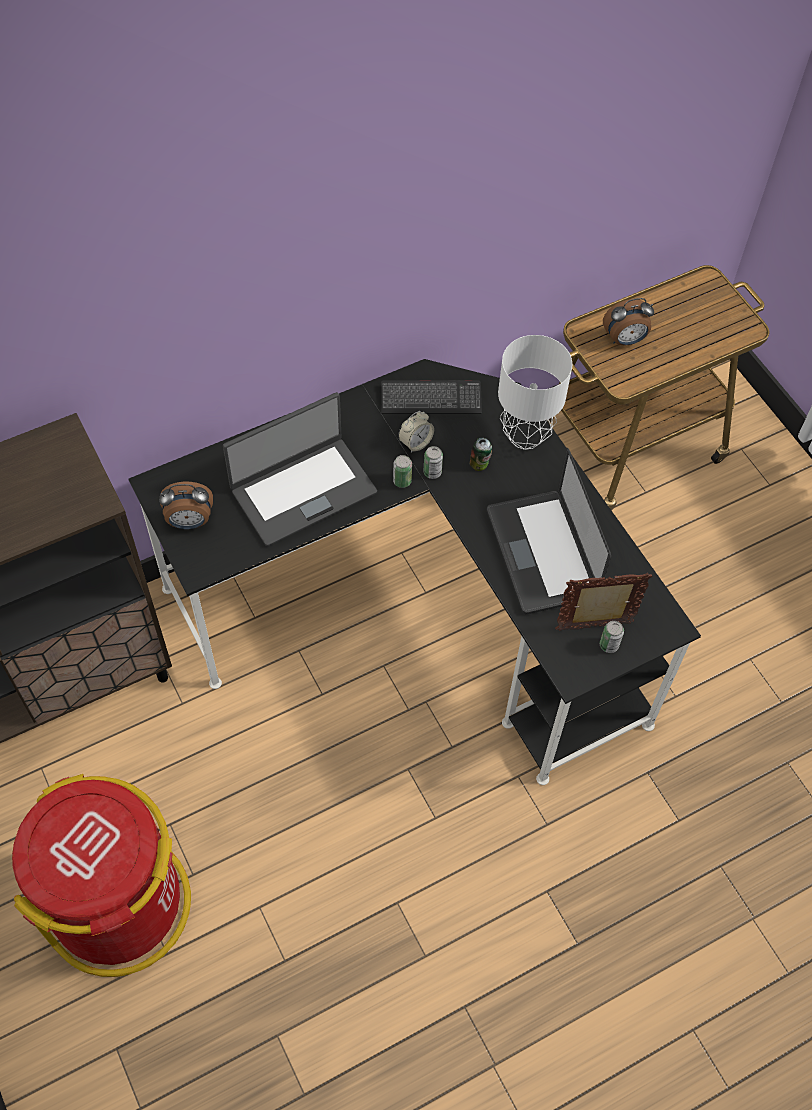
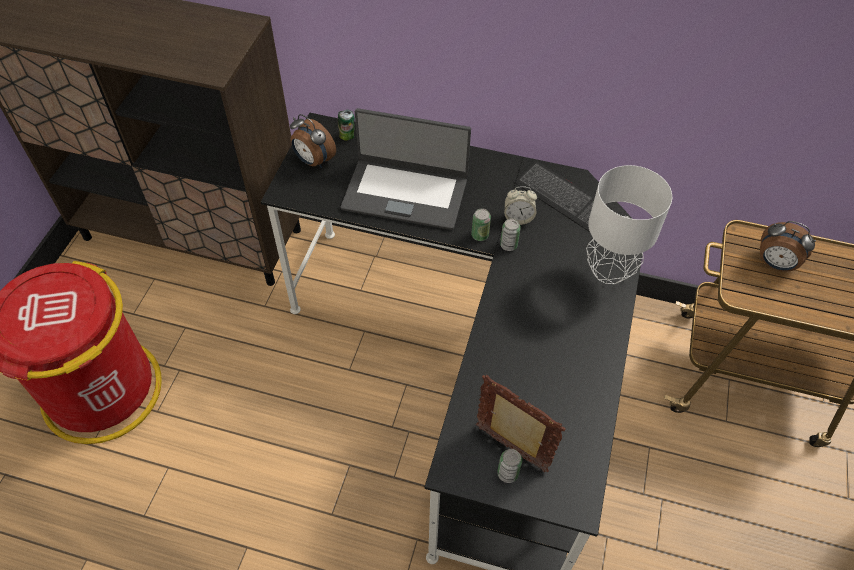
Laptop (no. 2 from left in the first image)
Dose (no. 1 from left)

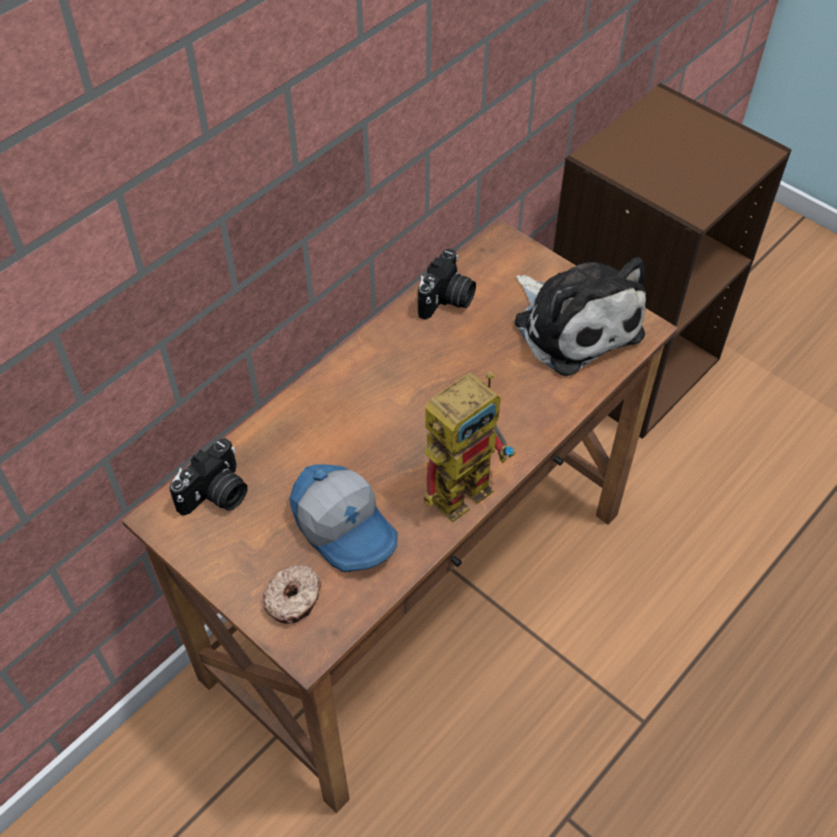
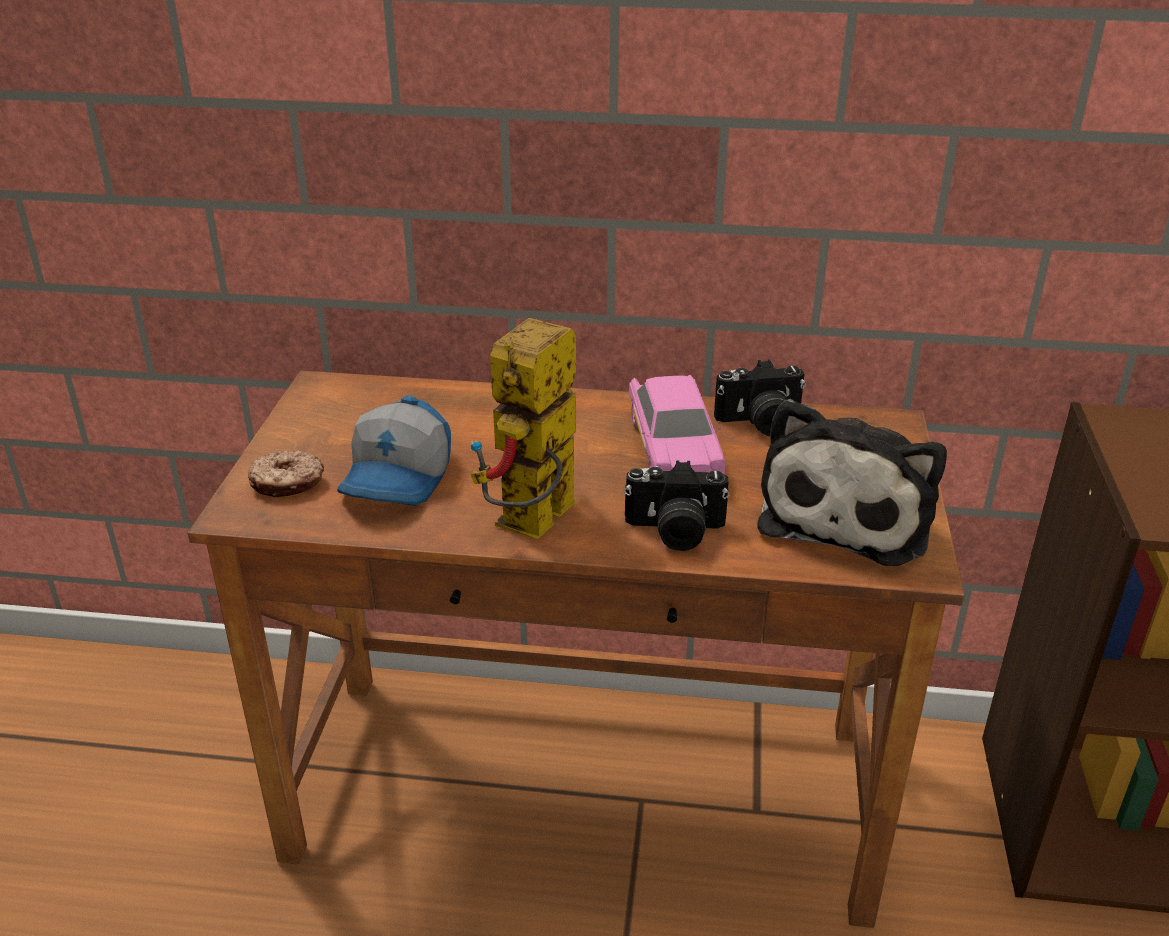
Spielzeugauto (rosa)
Kamera (no. 1 from left)
Spielzeugroboter

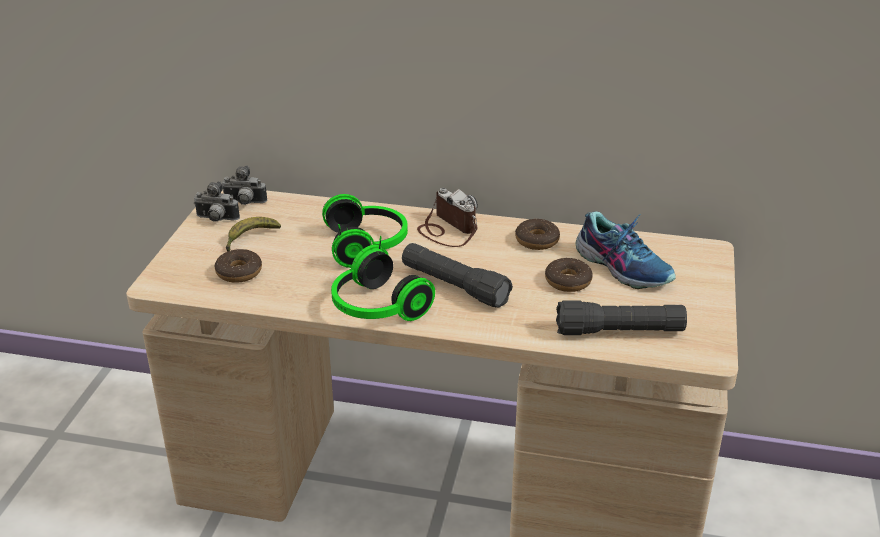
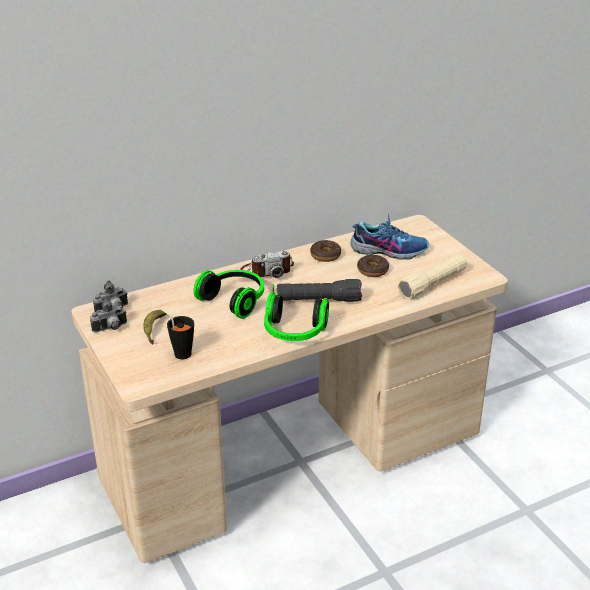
Tasse (schwarz)
Taschenlampe (beige)
Kamera (no. 3 from left)

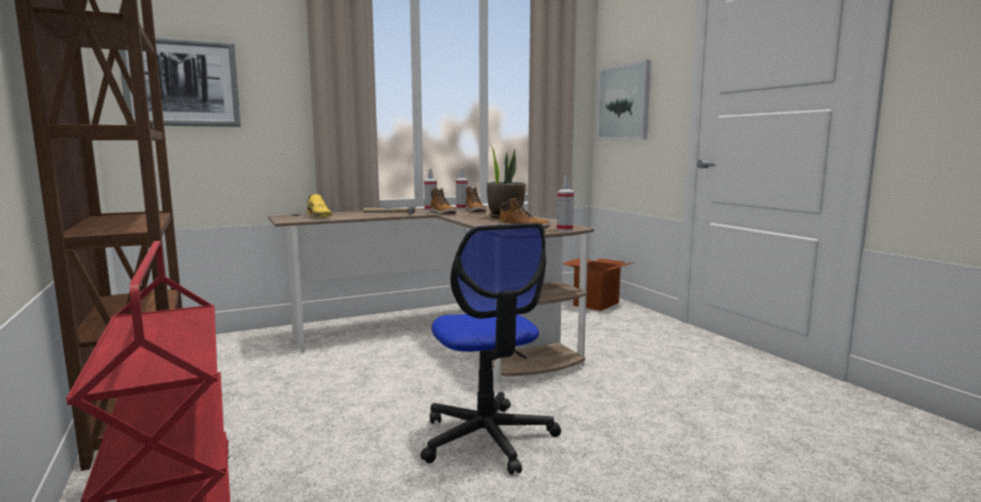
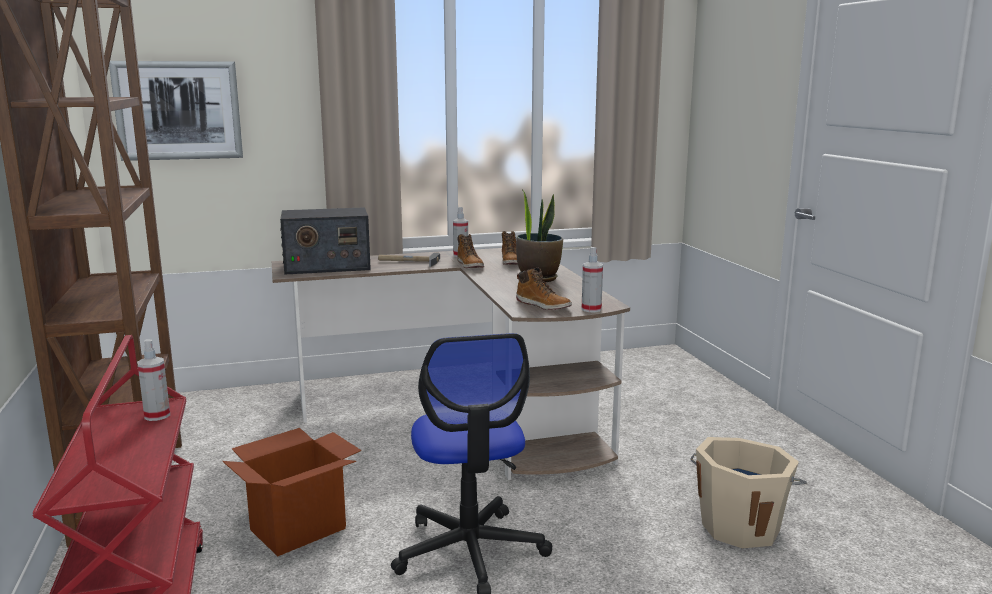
Bild (no. 2 from left in the first image)
Eimer (beige)
Sprühflasche (no. 1 from left)
Karton
Radio

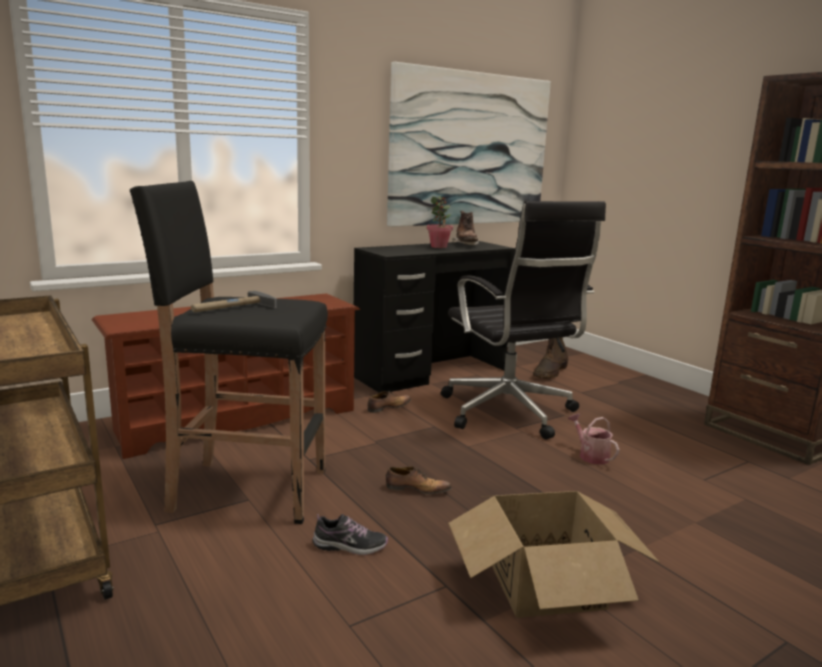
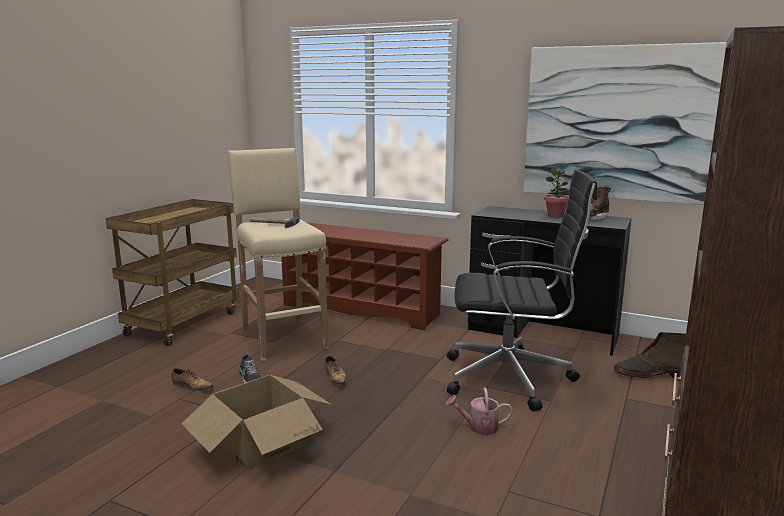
Schuh (no. 1 from left)
Hocker (beige)
Bürostuhl (schwarz)
Gießkanne

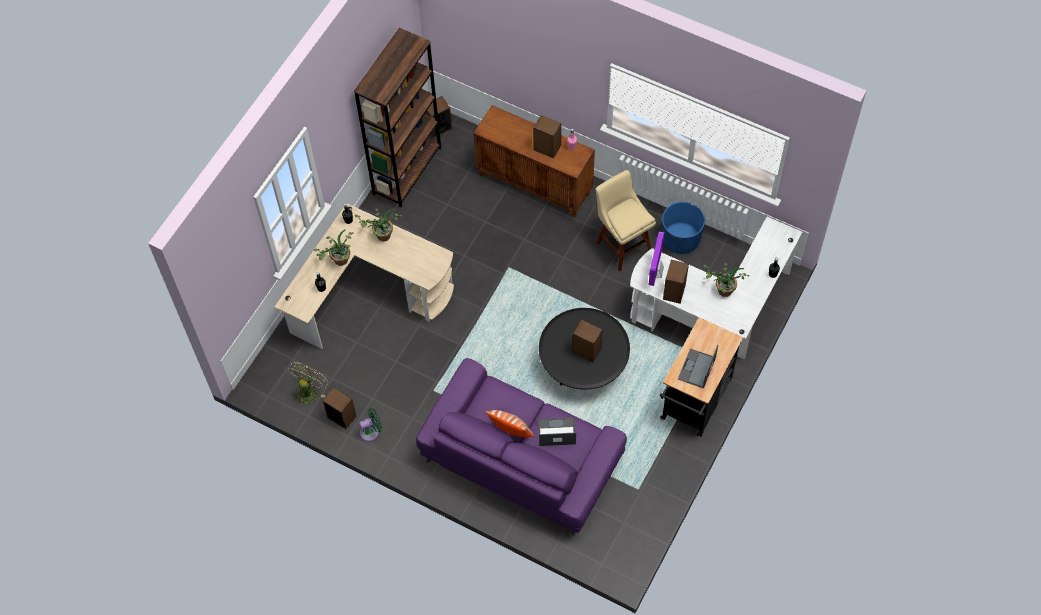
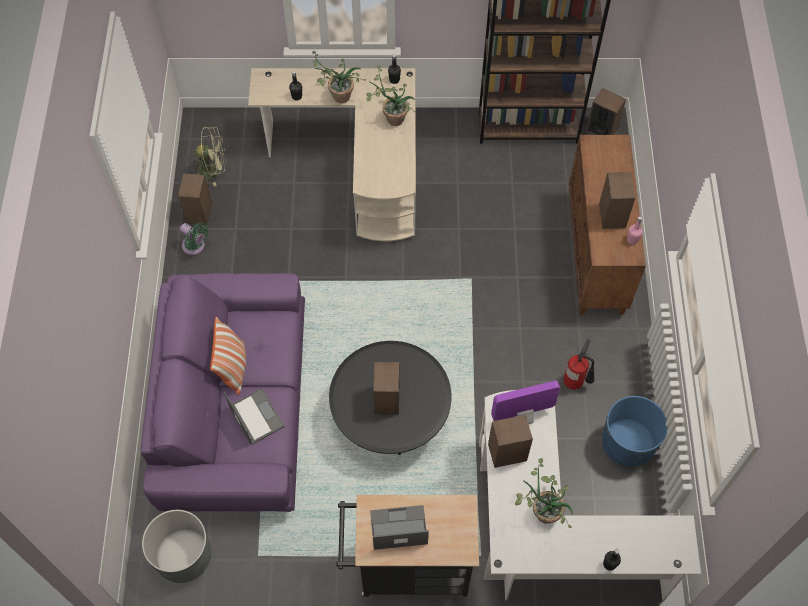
Pflanzkübel (grau)
Feuerlöscher

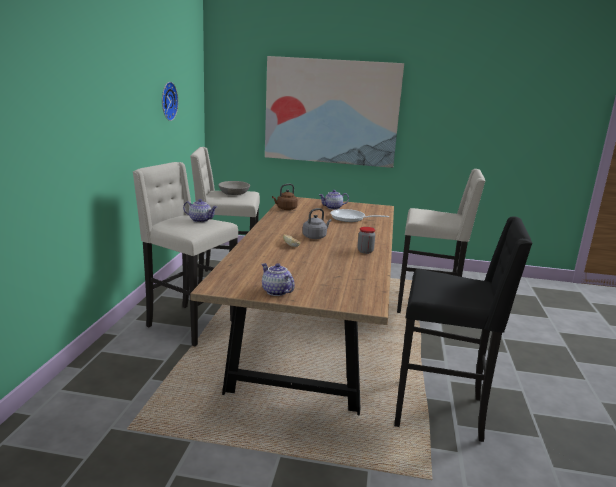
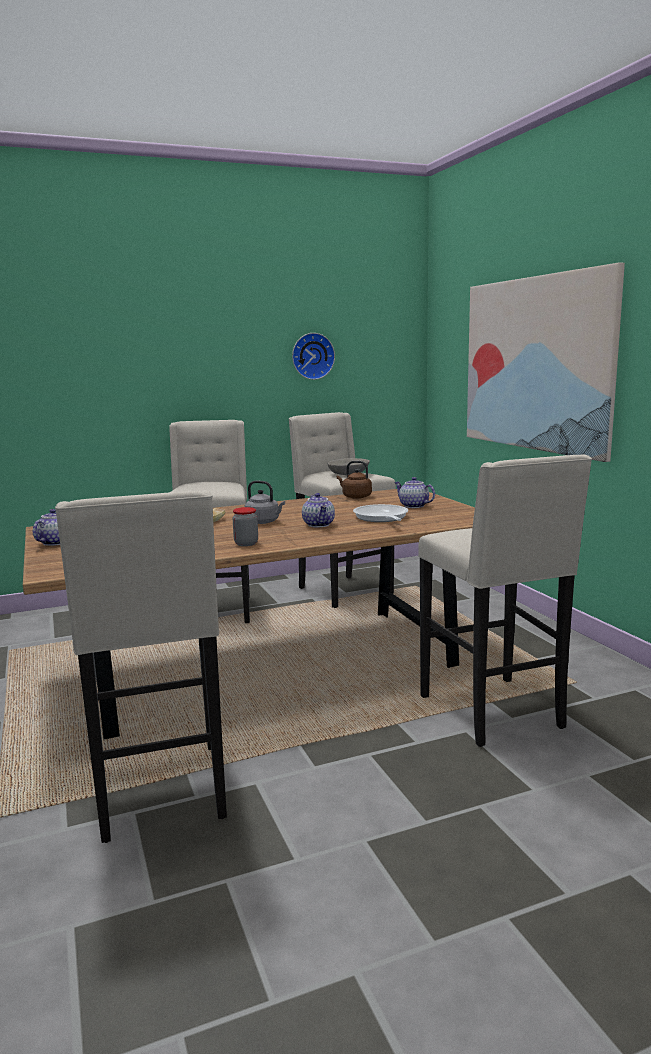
Teekanne (no. 2 from left)
Hocker (beige) (no. 1 from left)

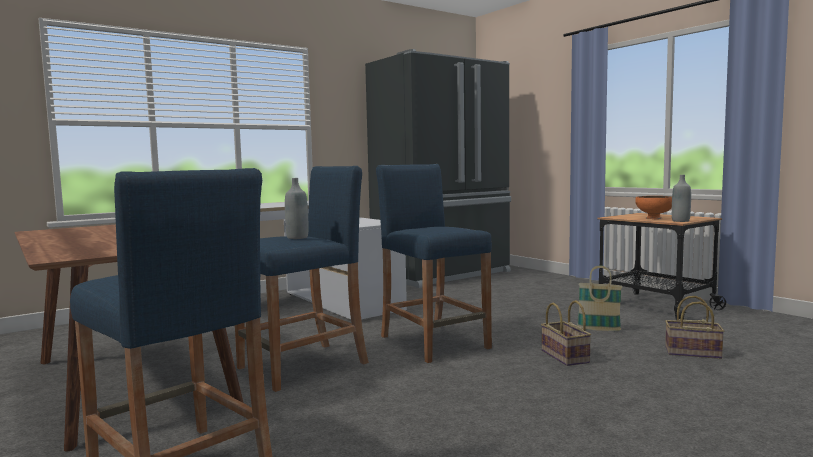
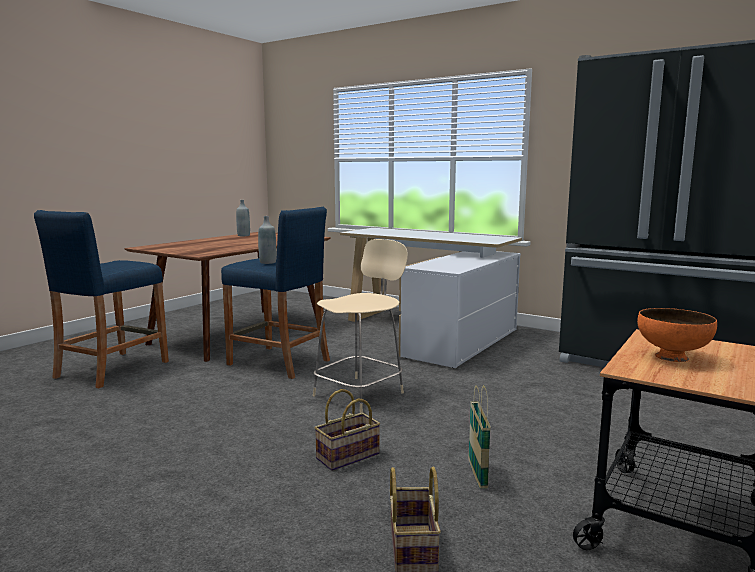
Flasche (grau) (no. 1 from left)
Stuhl (beige)

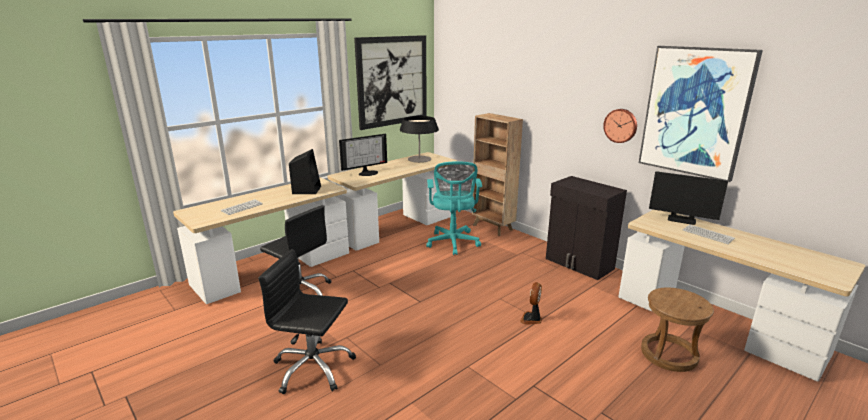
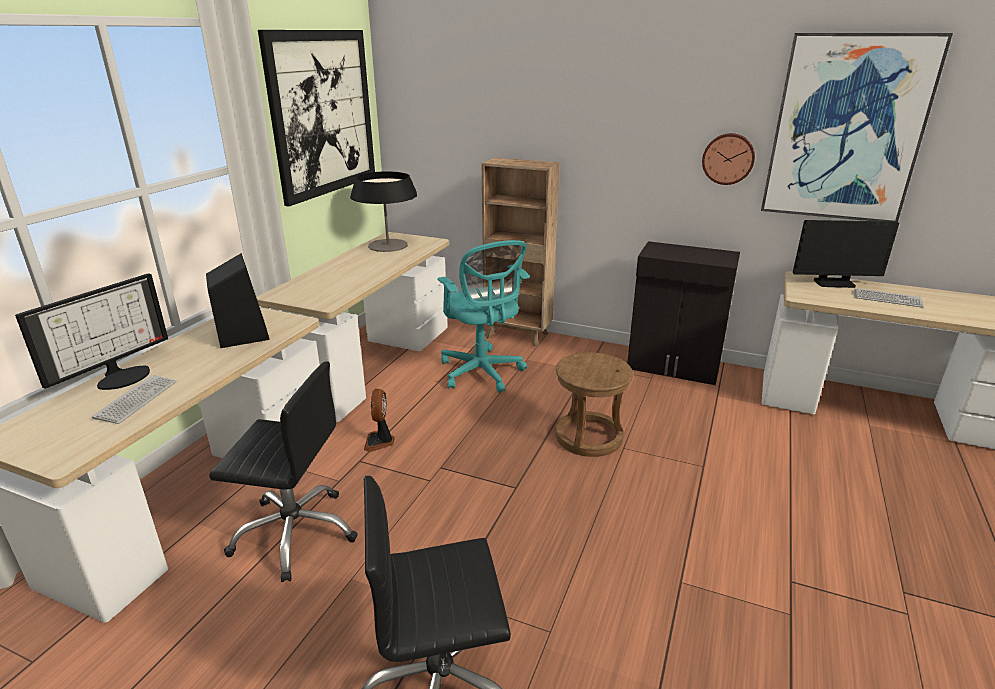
Monitor (no. 1 from left)
Ventilator
Hocker (braun)

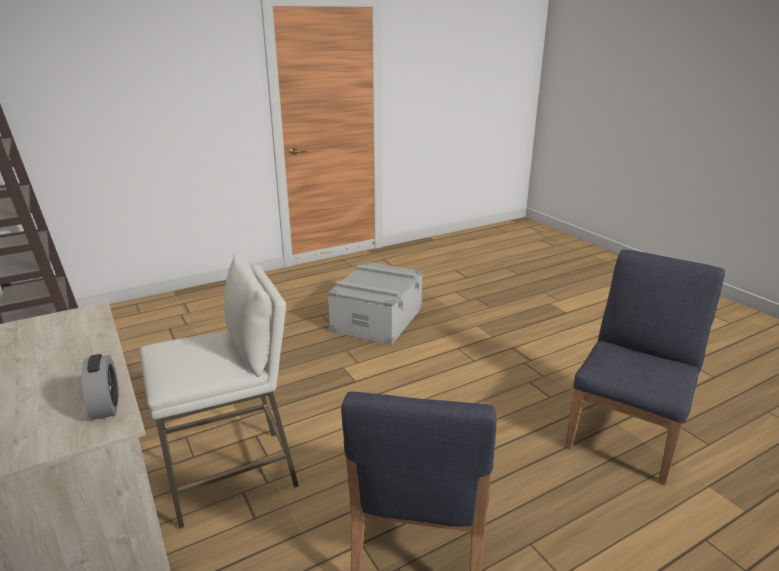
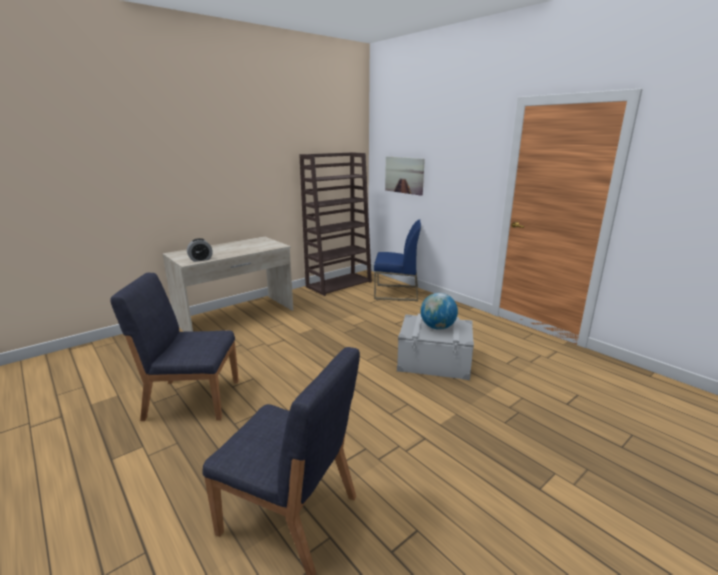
Hocker (weiß)
Stuhl (blau) (no. 3 from left)
Bild
Globus

